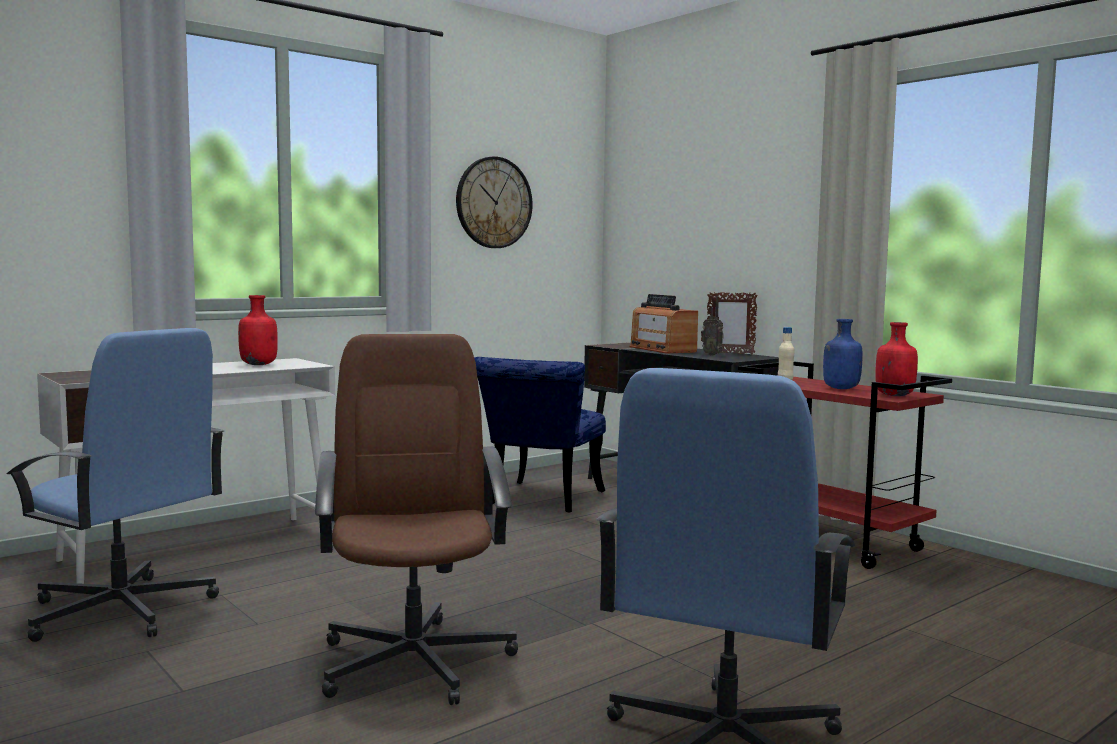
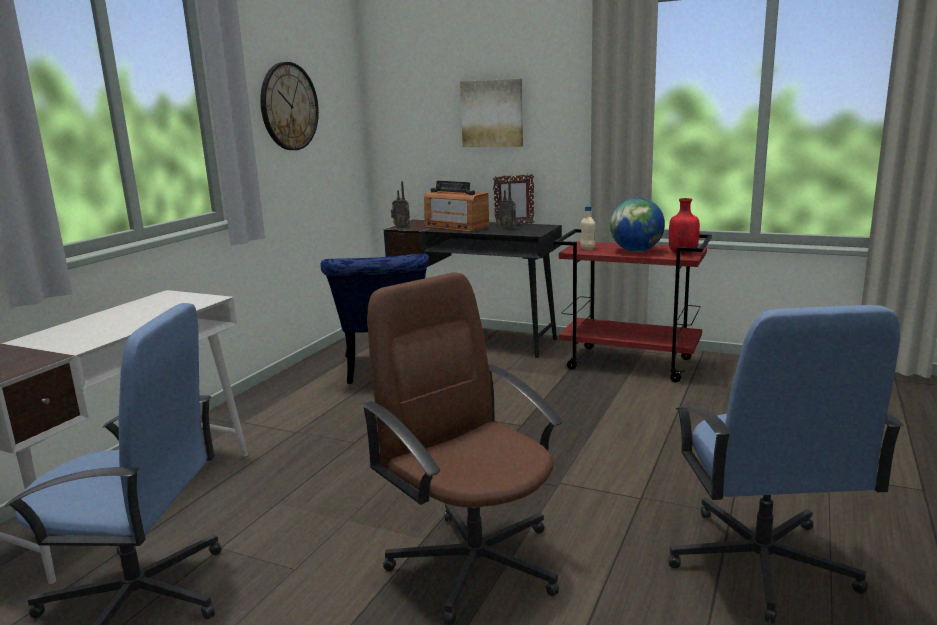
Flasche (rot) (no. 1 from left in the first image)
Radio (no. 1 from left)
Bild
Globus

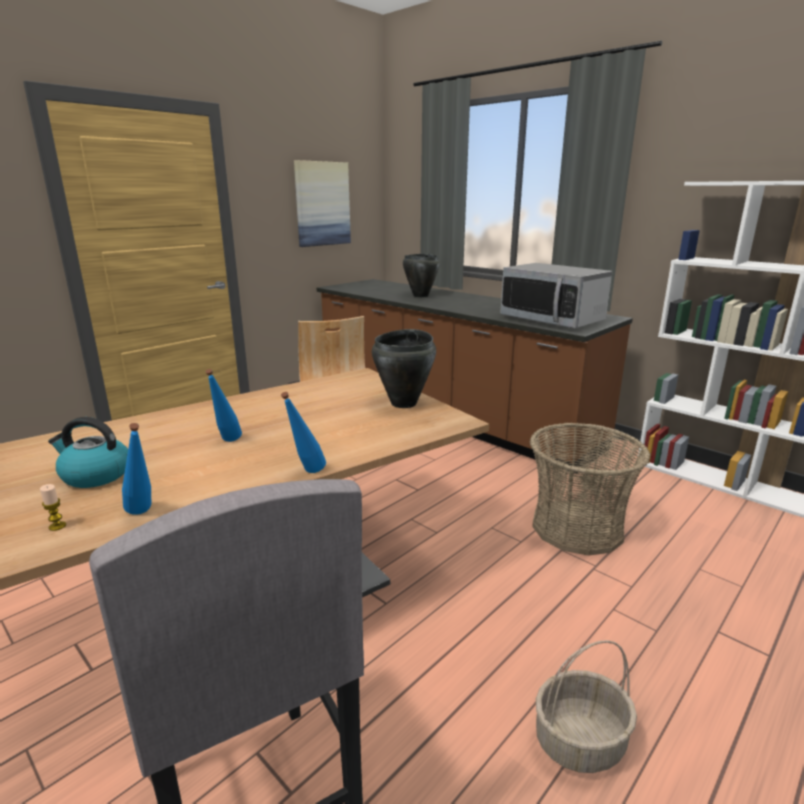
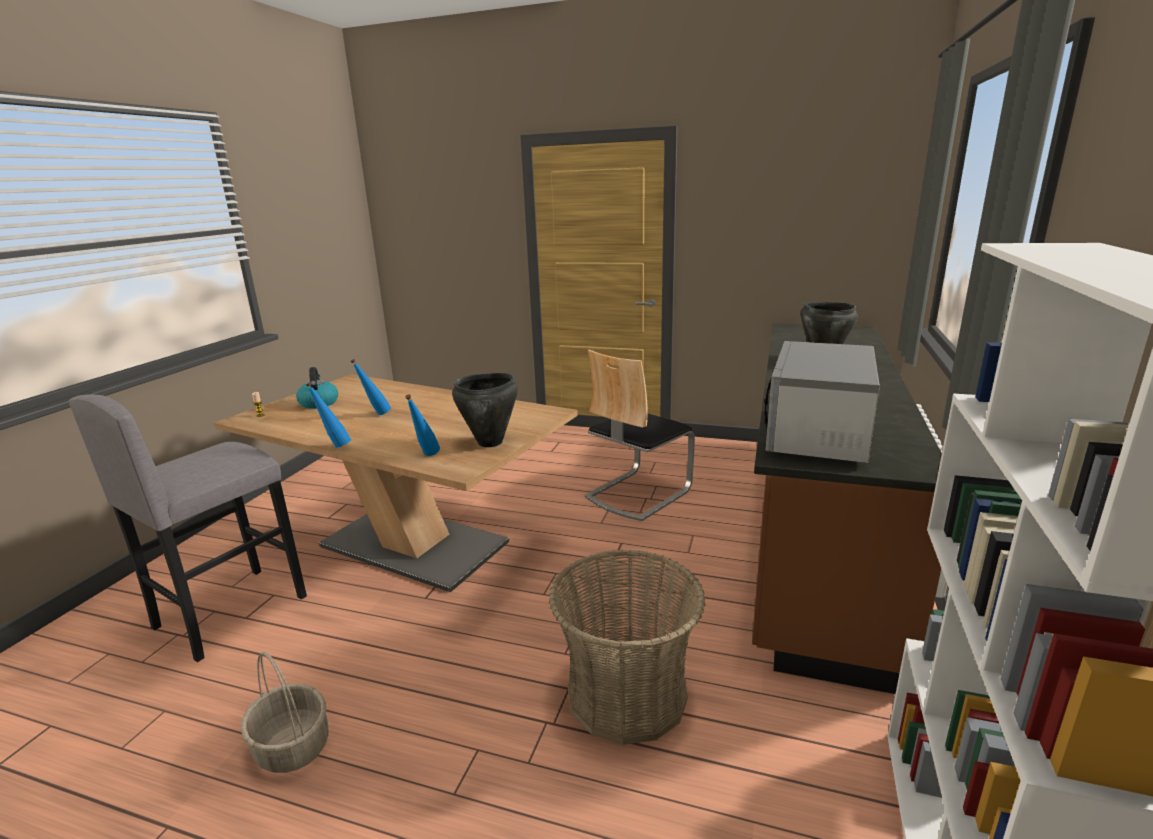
Bild
Flasche (blau) (no. 3 from left)

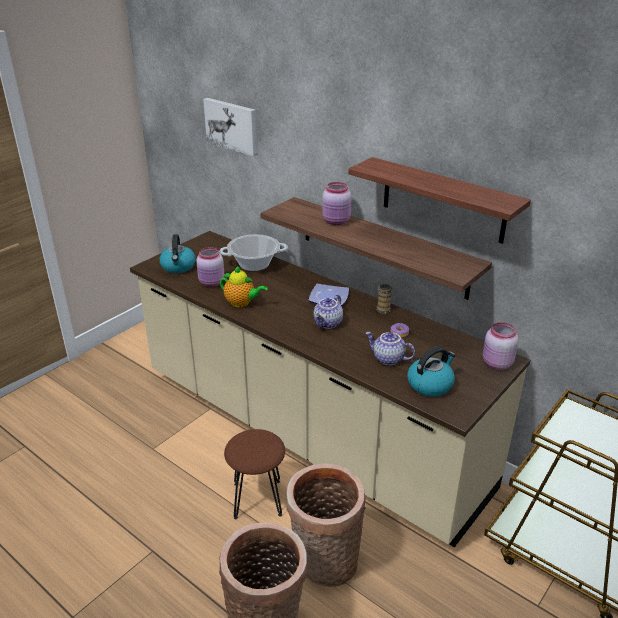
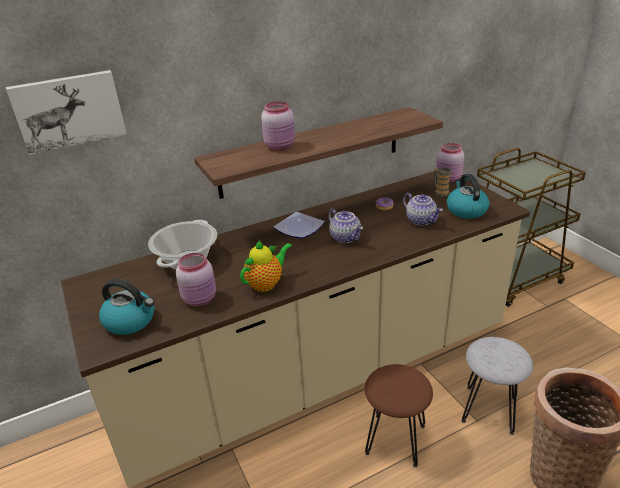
Wandregal (no. 2 from left in the first image)
Henkelbecher
Hocker (grau)
Teekanne (no. 3 from left)

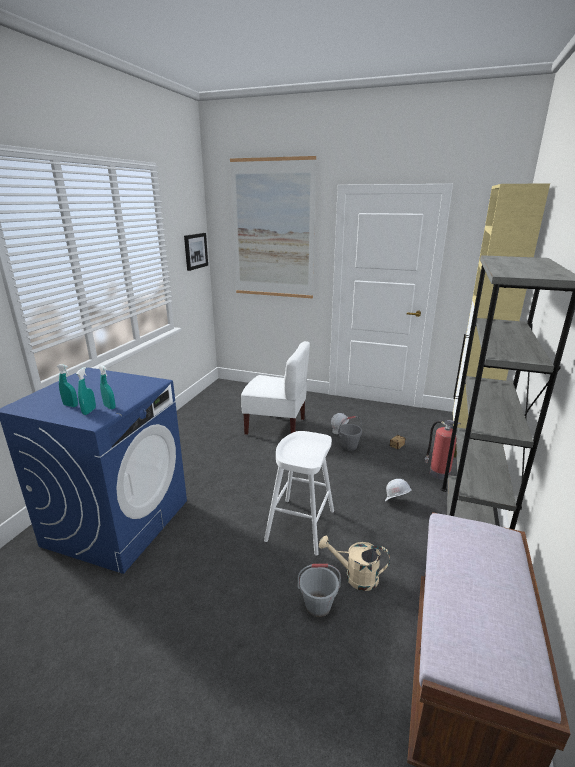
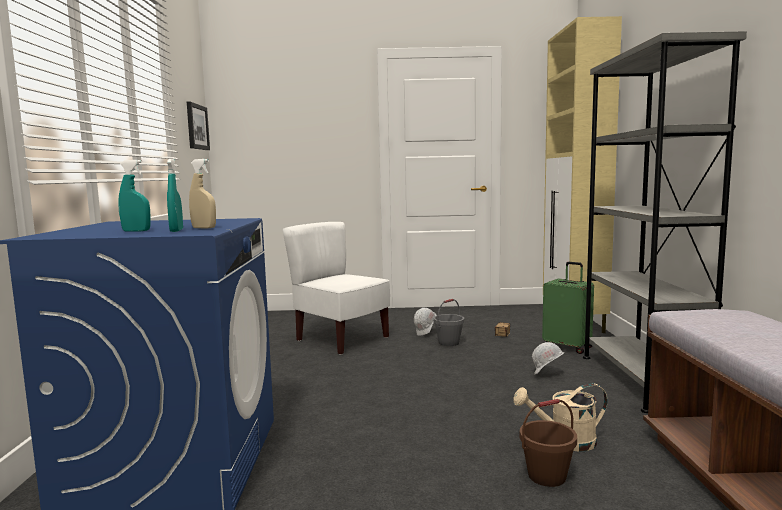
Bild (no. 2 from left in the first image)
Hocker (weiß)
Koffer (grün)
Sprühflasche (beige)
Eimer (braun)
Stuhl (weiß)

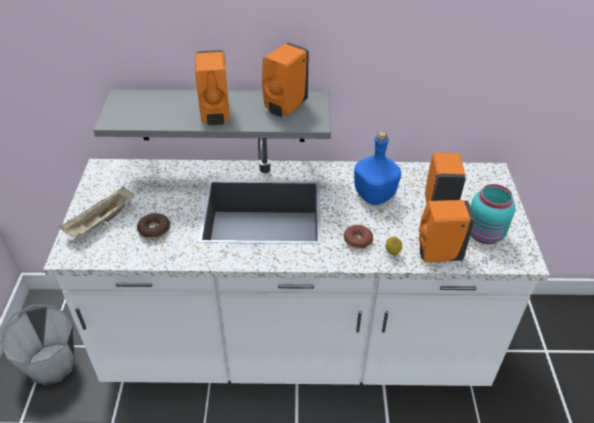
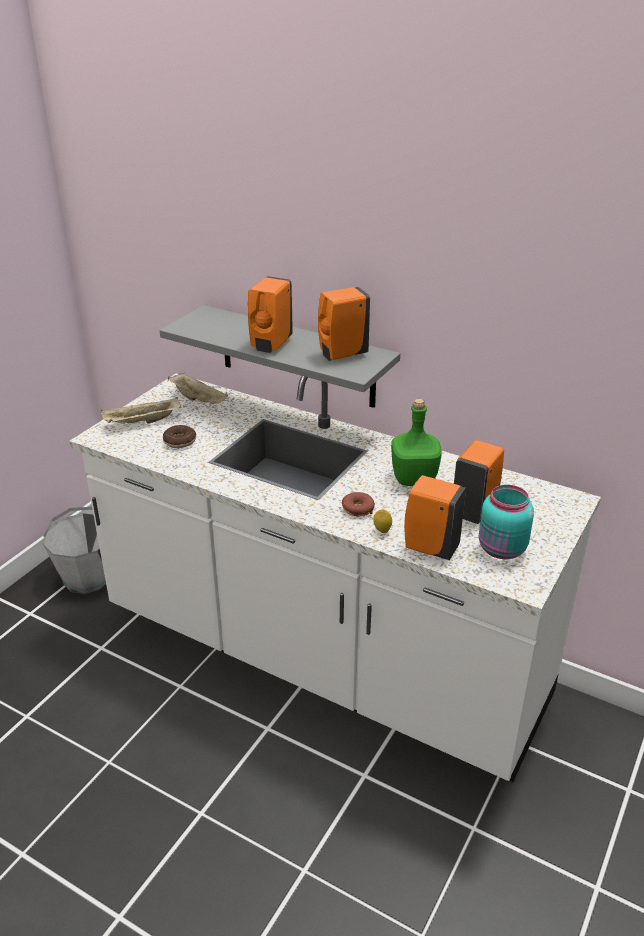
Tablett (beige) (no. 2 from left)
Flasche (grün)

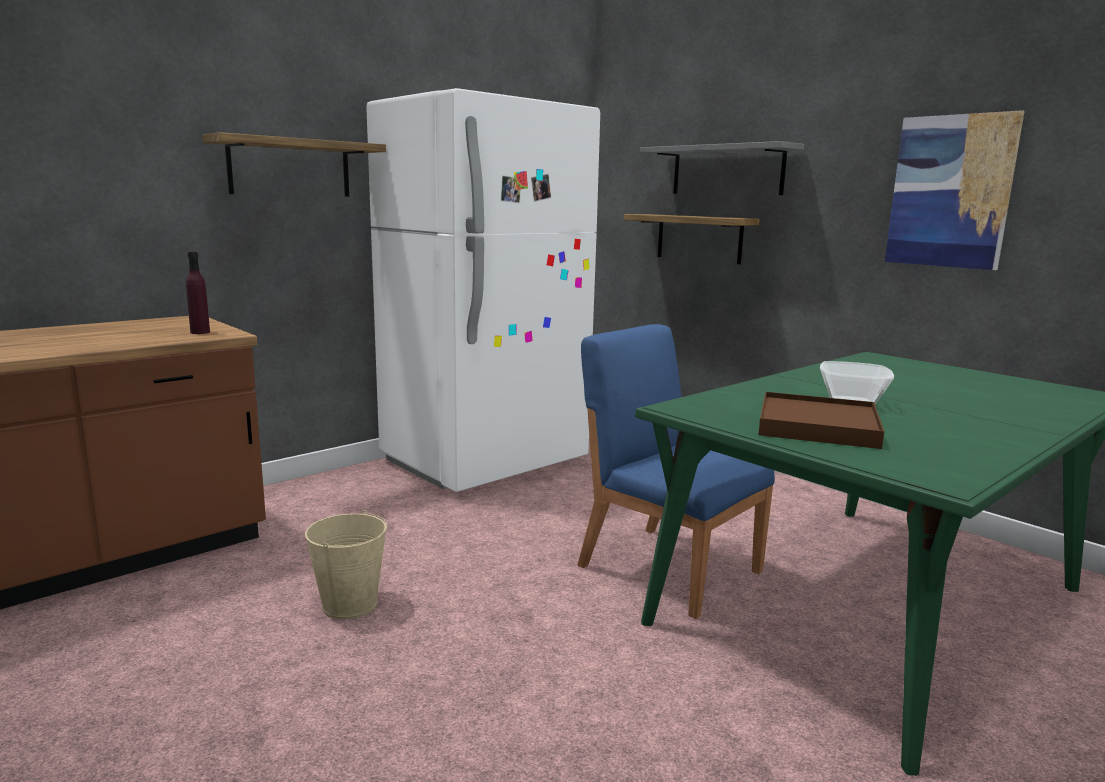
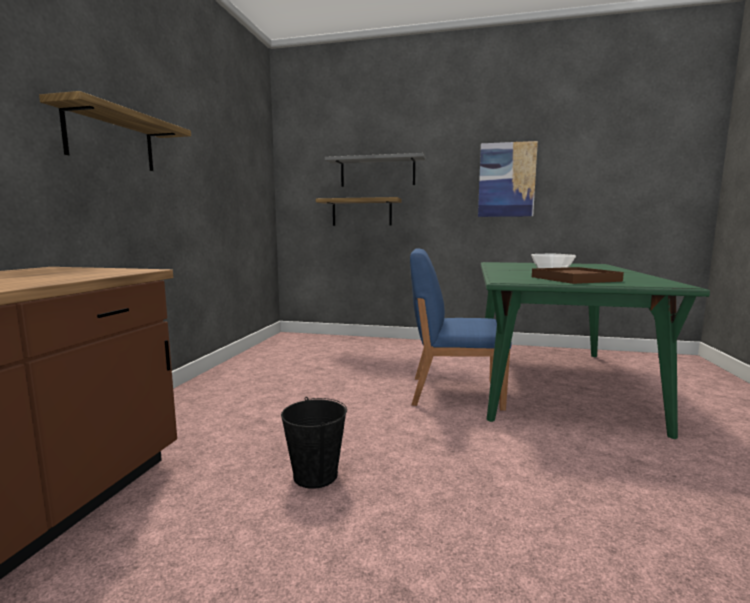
Flasche (lila)
Kühlschrank (weiß)
Eimer (schwarz)

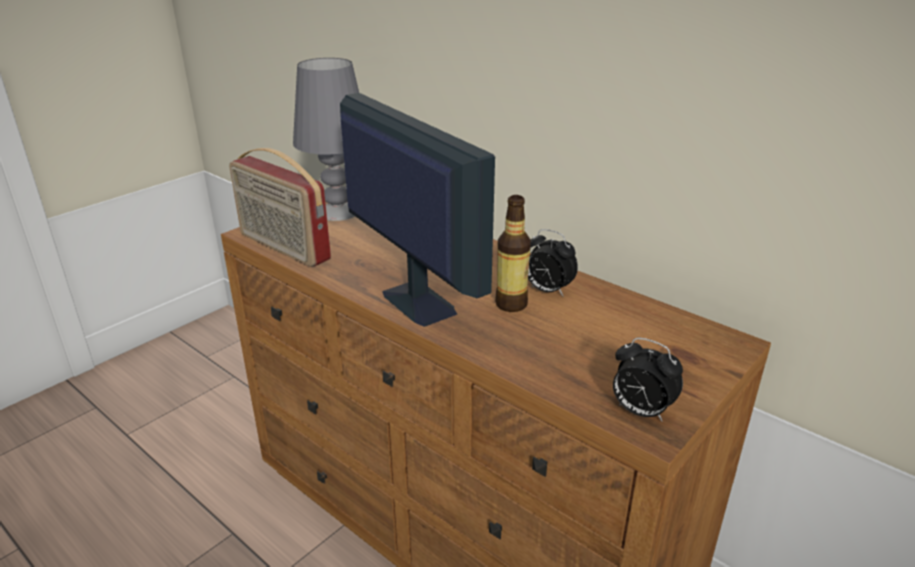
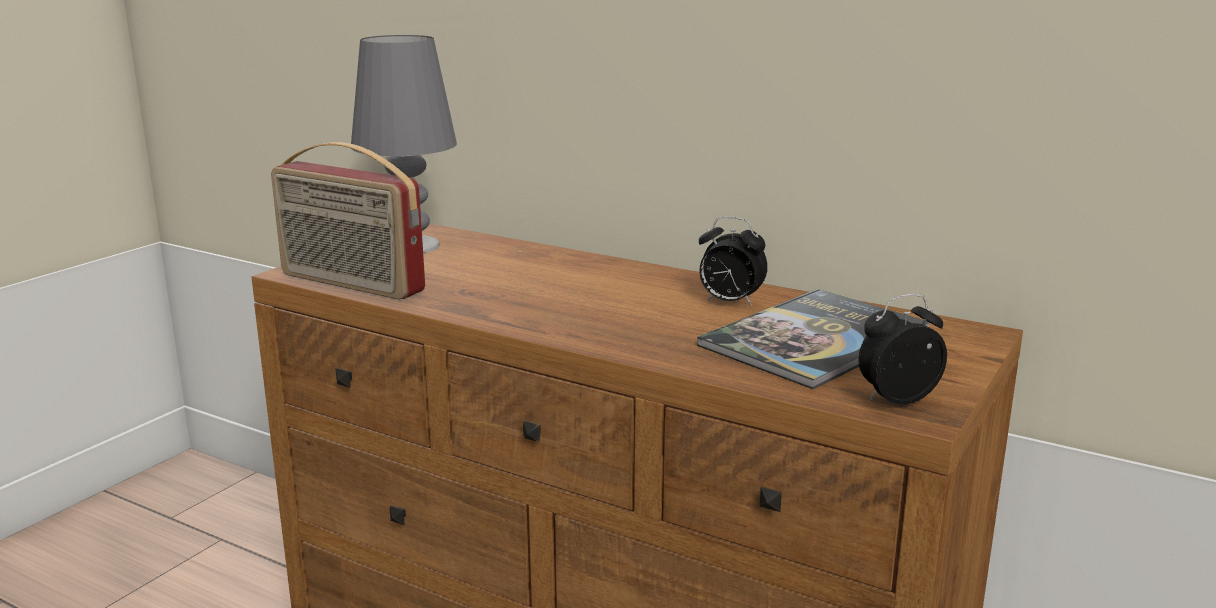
Monitor
Flasche
Buch
Wecker (no. 2 from left)

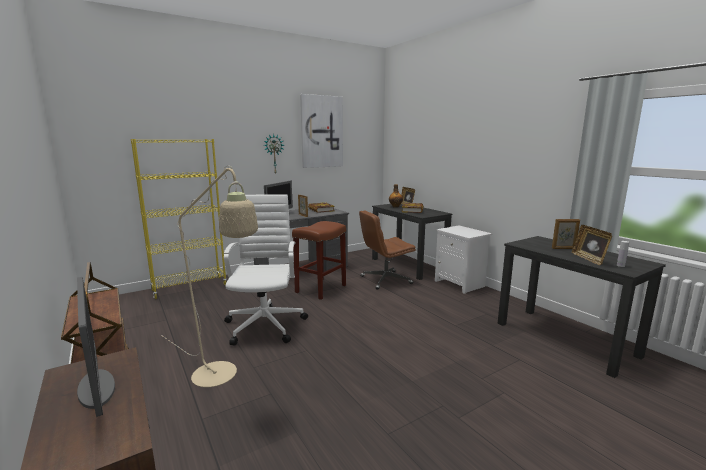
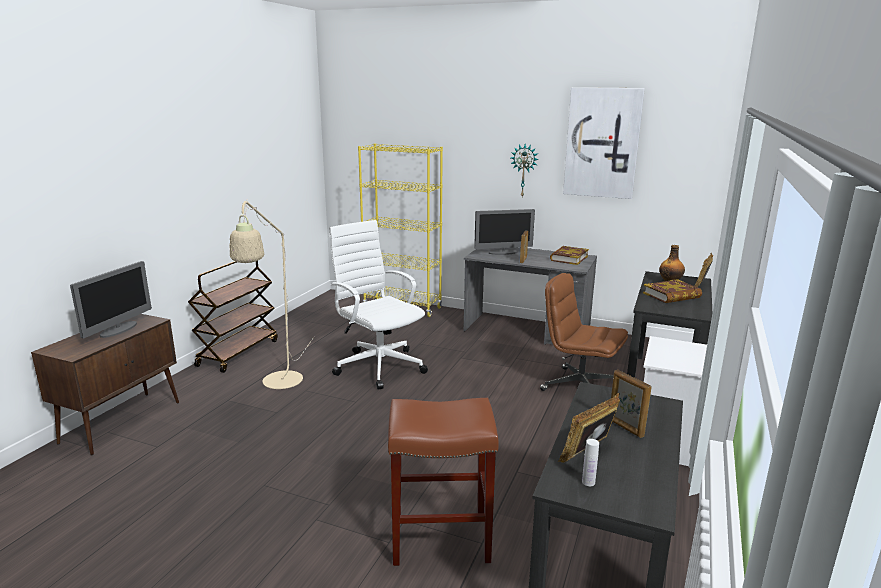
Hocker (braun)
Bürostuhl (weiß)

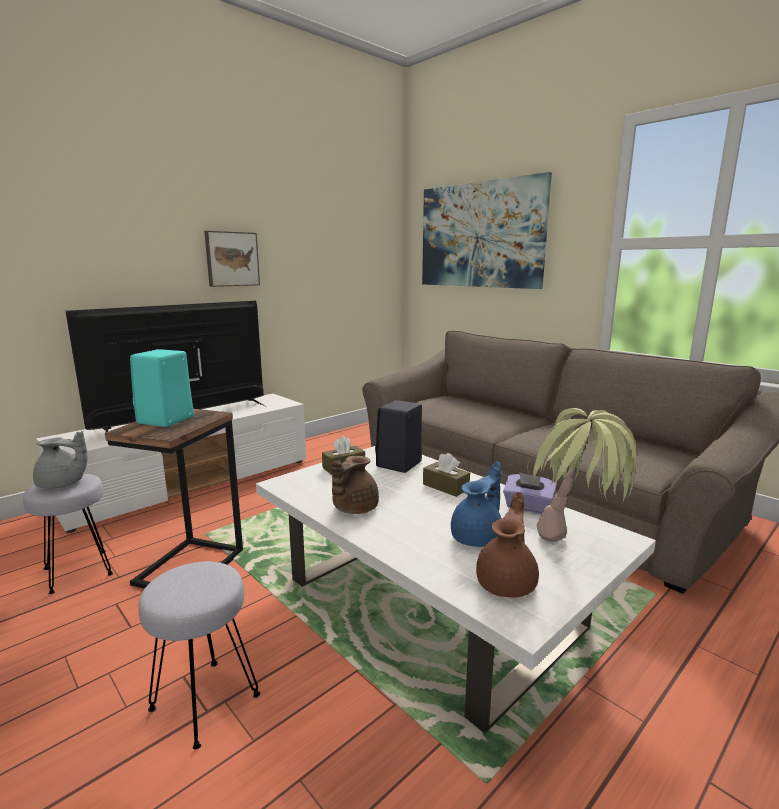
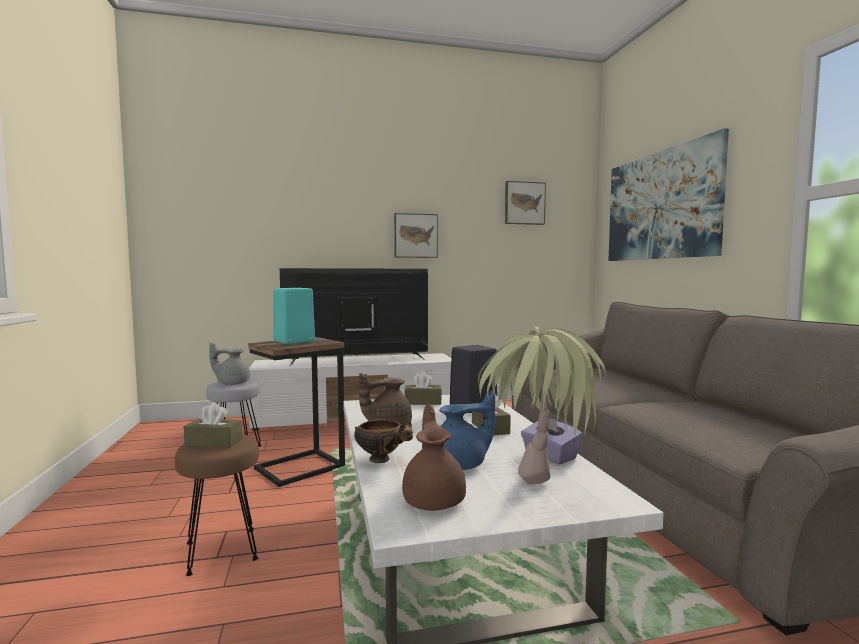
Taschentuchbox (braun) (no. 1 from left)
Schüssel
Bild (no. 2 from left)
Hocker (braun)
Teekanne (grau)
Teekanne (braun) (no. 2 from left)

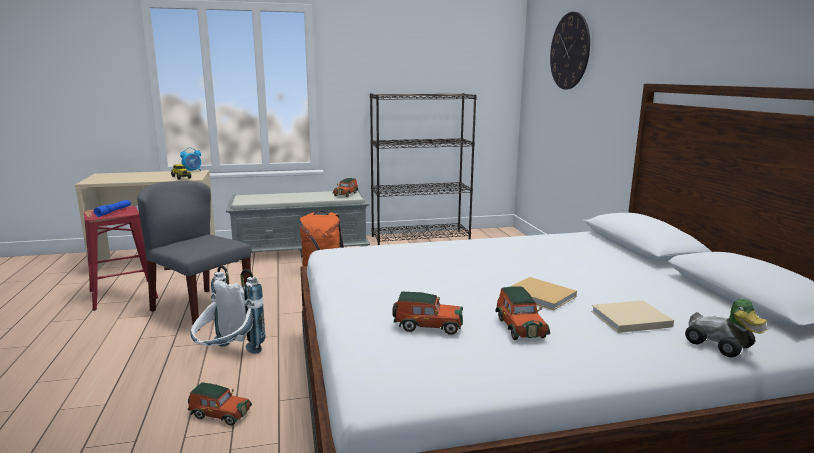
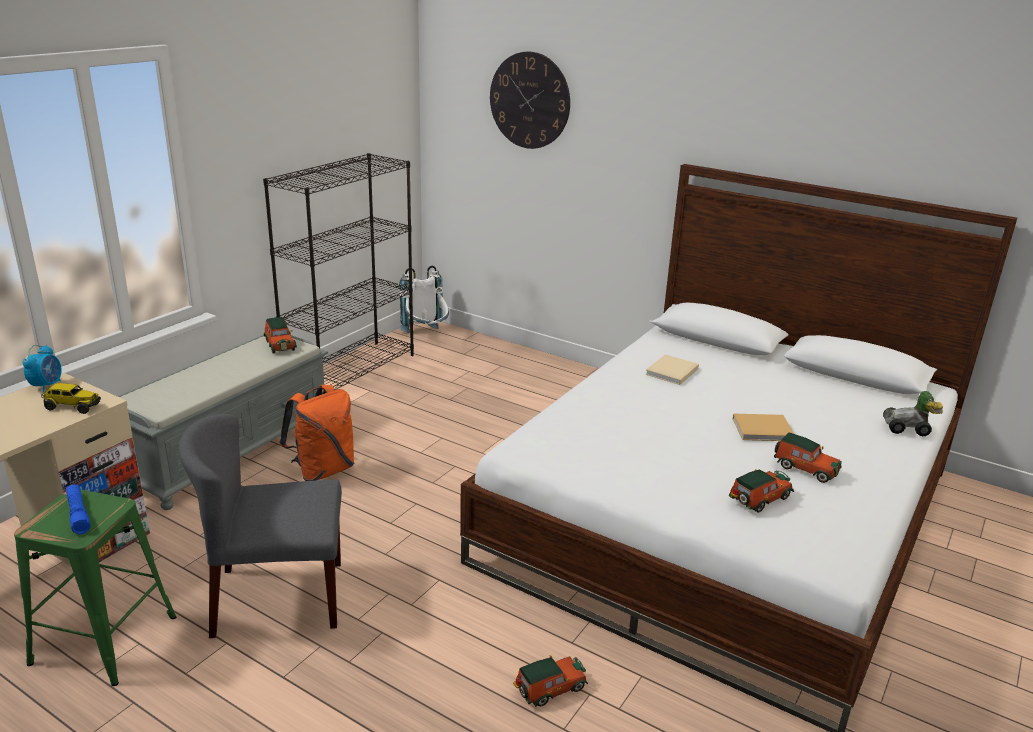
Rucksack (weiß)
Buch (beige) (no. 1 from left)
Hocker (grün)

